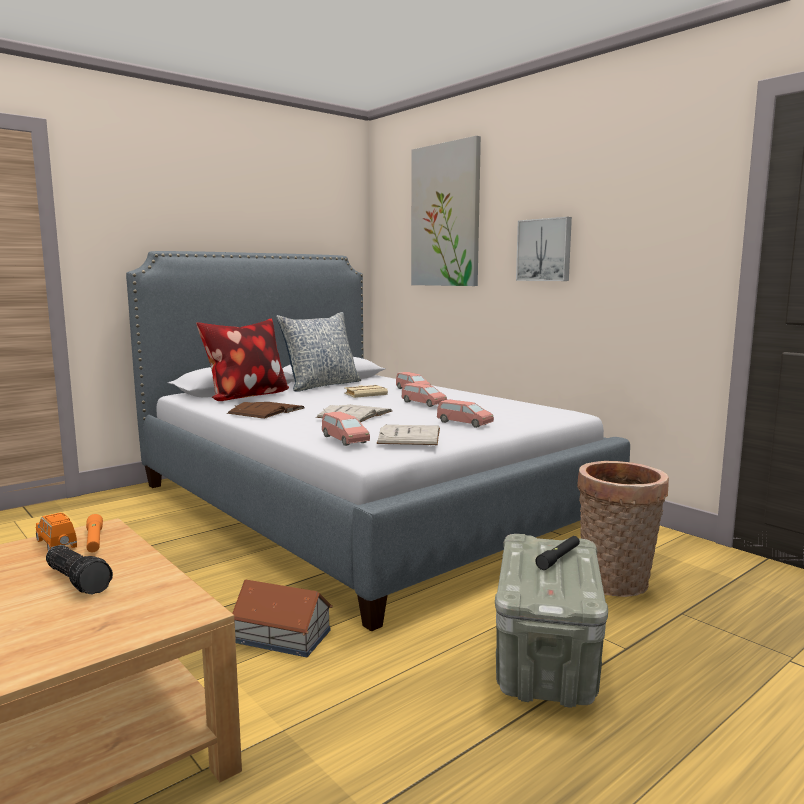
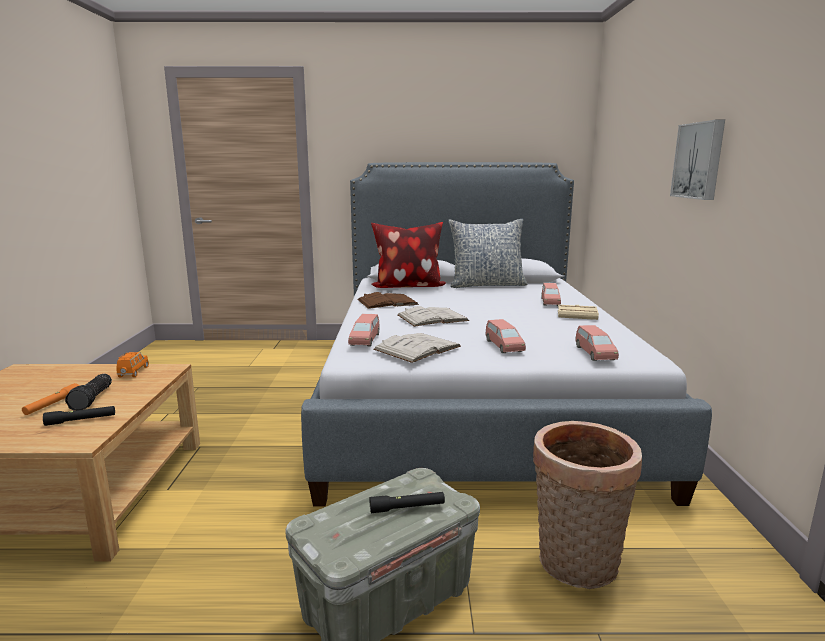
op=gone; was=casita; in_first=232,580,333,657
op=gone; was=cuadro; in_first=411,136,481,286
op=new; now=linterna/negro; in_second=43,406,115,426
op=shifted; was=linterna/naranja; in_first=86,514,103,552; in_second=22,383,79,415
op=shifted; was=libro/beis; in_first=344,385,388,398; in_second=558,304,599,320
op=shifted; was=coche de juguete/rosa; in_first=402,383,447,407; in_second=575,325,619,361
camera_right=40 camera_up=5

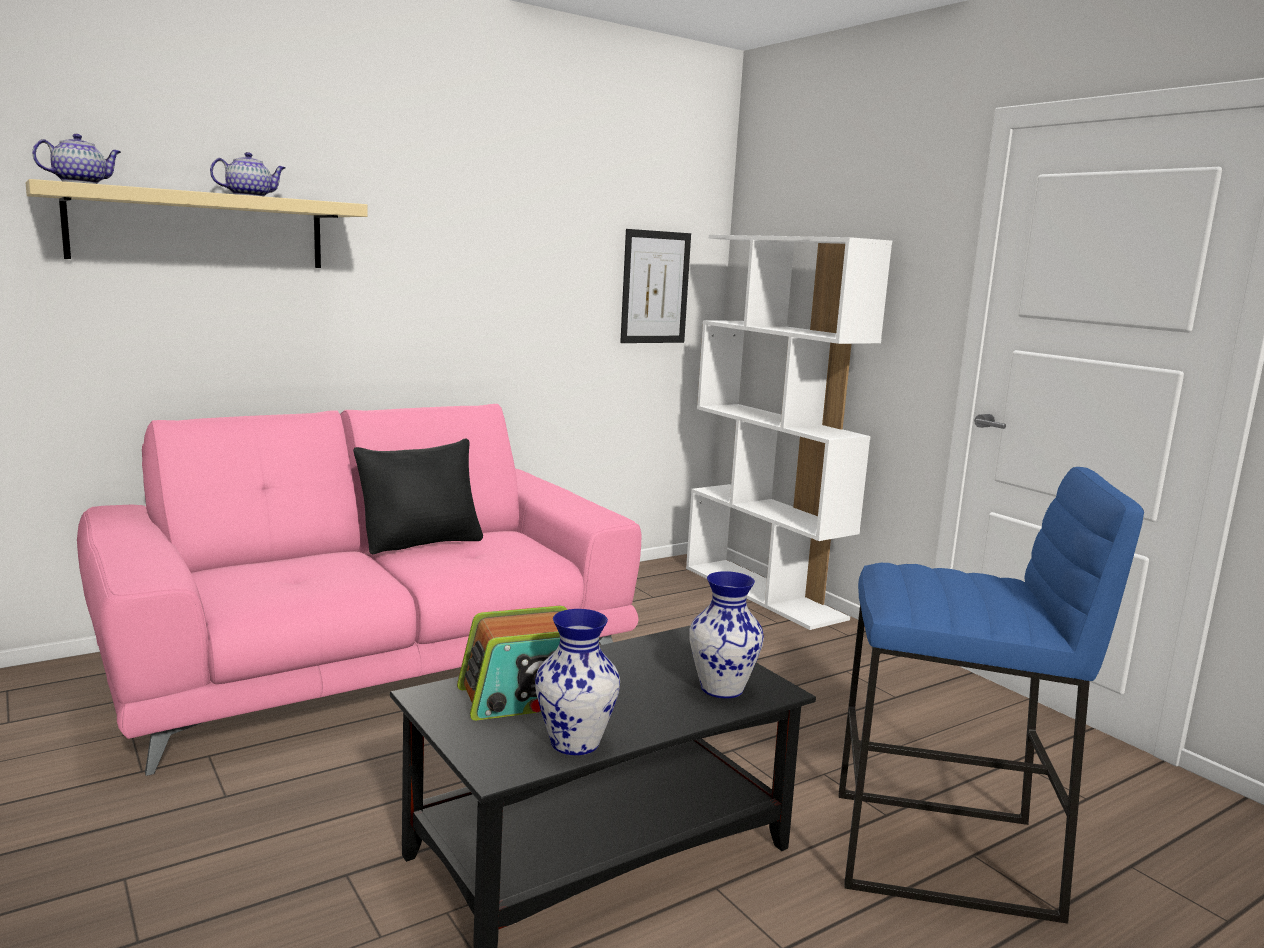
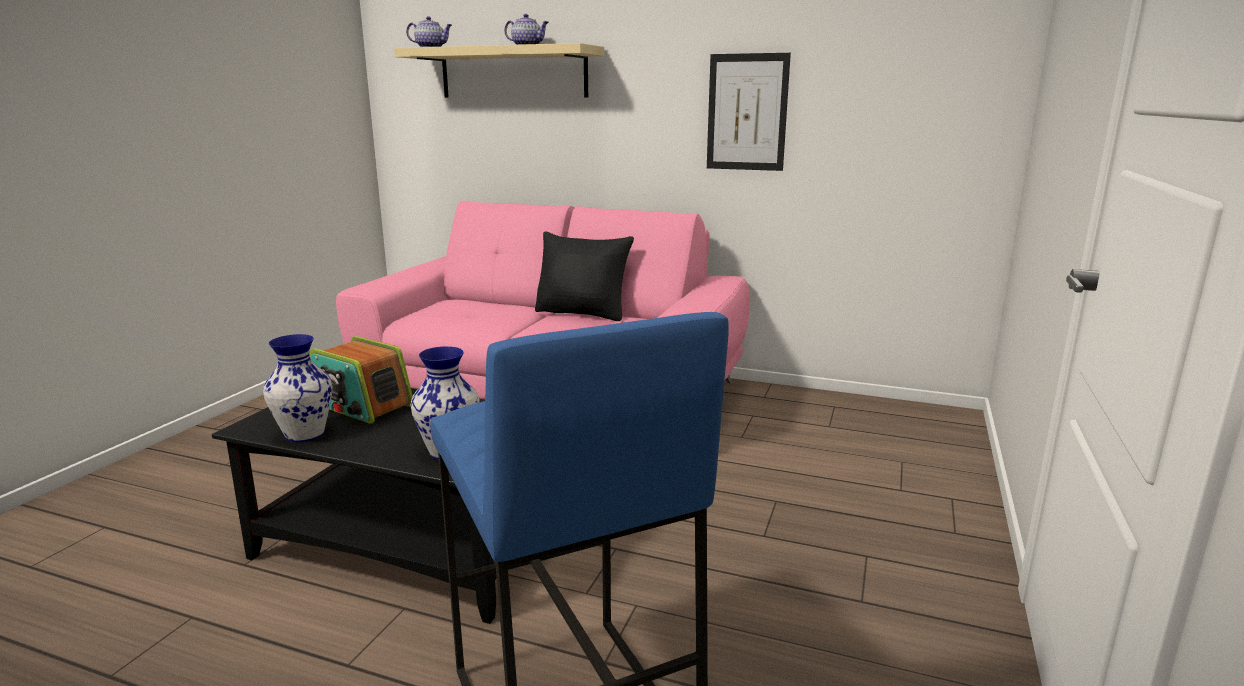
op=gone; was=estantería/blanco; in_first=686,235,892,630
op=shifted; was=cuadro; in_first=620,229,691,343; in_second=707,53,791,171
camera_right=55 camera_up=5

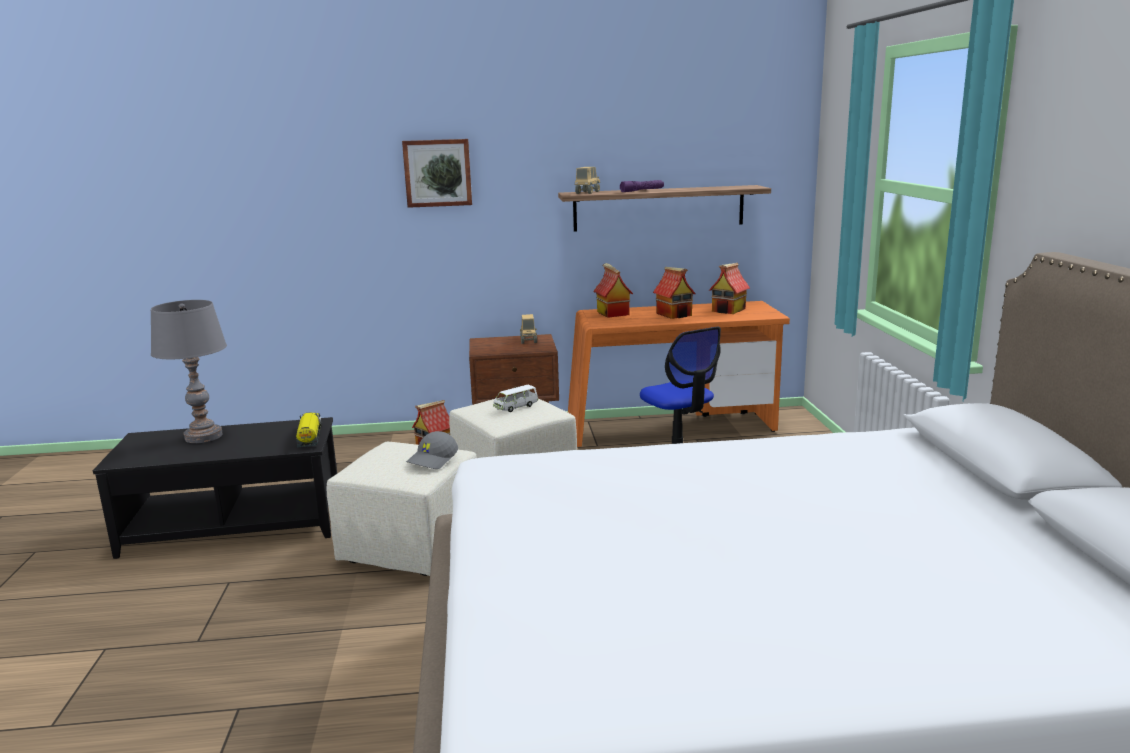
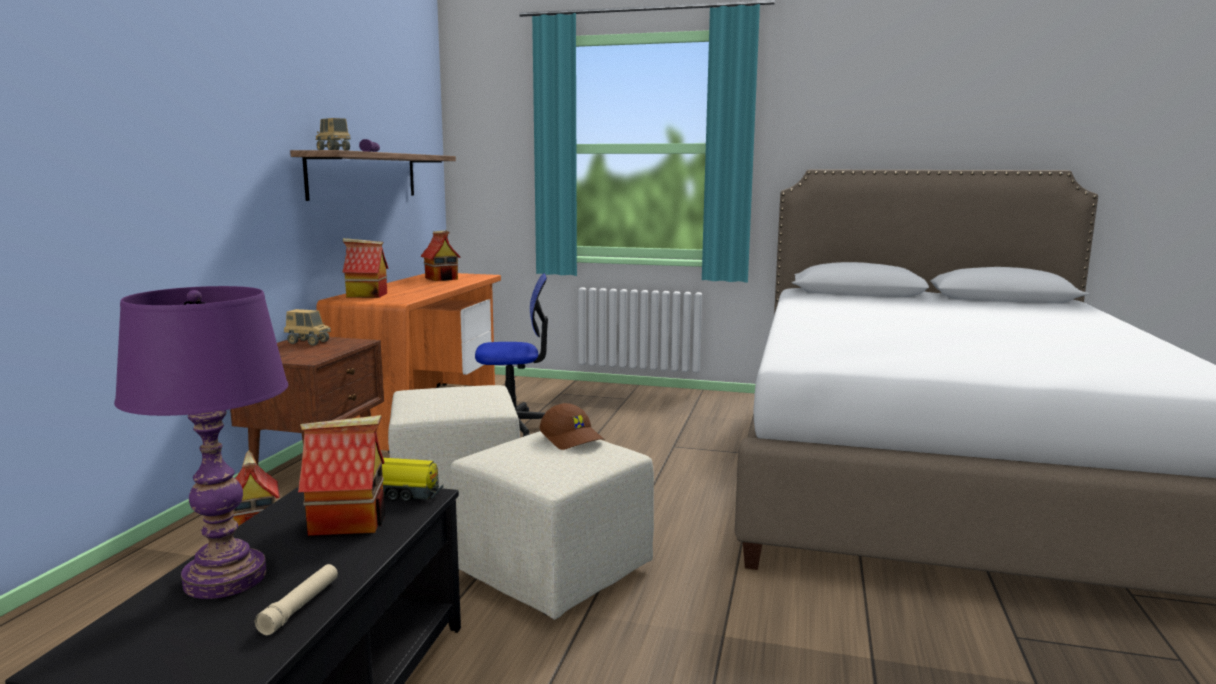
op=gone; was=cuadro; in_first=402,139,472,208
op=gone; was=coche de juguete/blanco; in_first=493,385,538,412
op=new; now=linterna/beis; in_second=254,564,338,636
op=shifted; was=casita; in_first=653,267,695,319; in_second=298,415,385,536
op=repainted; was=lámpara de mesa/gris; now=lámpara de mesa/morado; in_first=151,300,227,443; in_second=114,286,288,599
op=repainted; was=gorra/gris; now=gorra/marrón; in_first=406,431,458,469; in_second=539,403,605,450
camera_right=-70 camera_up=-5

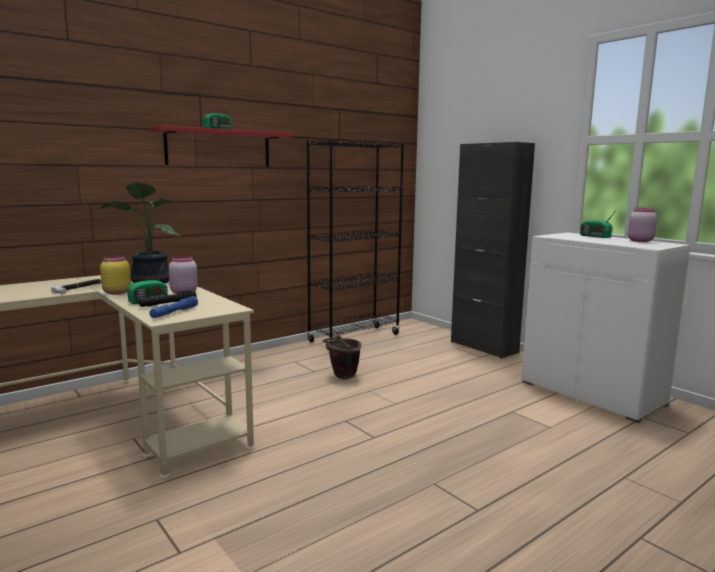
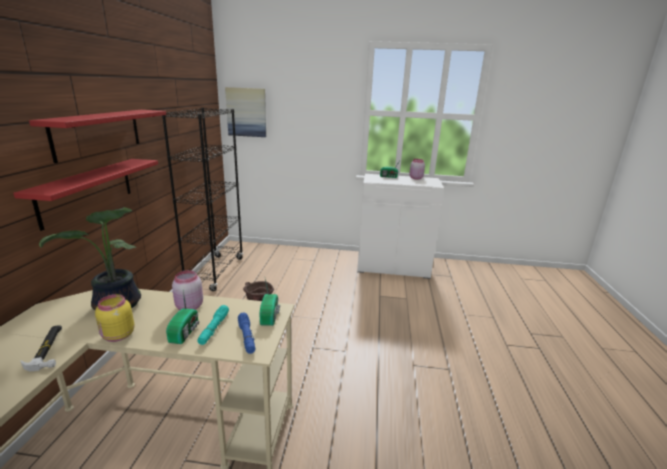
op=gone; was=armario/negro; in_first=451,142,535,359
op=new; now=estante/rojo; in_second=13,159,158,231
op=new; now=cuadro; in_second=225,87,266,137
op=shifted; was=radio; in_first=203,105,232,129; in_second=260,279,280,326
op=repainted; was=linterna/negro; now=linterna/turquesa; in_first=139,291,197,307; in_second=197,305,229,345
camera_right=-45 camera_up=10

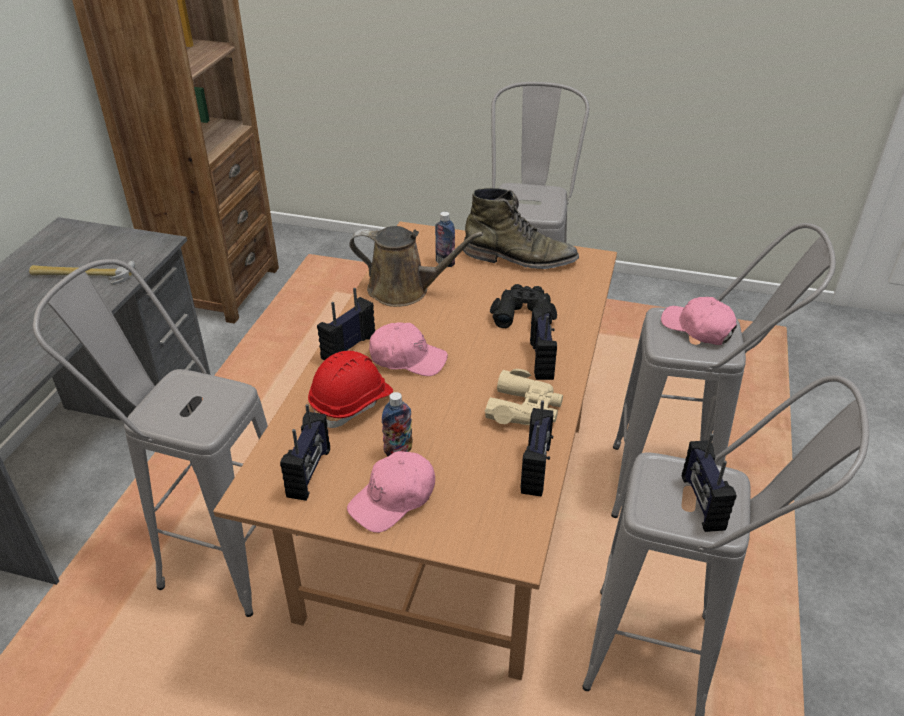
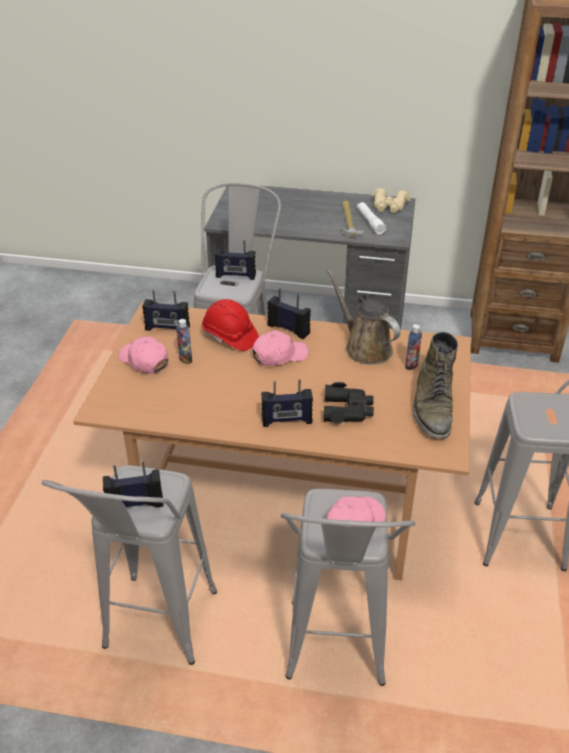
op=new; now=linterna/blanco; in_second=357,202,386,234
op=shifted; was=prismáticos/beis; in_first=485,369,563,425; in_second=371,188,410,213
op=shifted; was=radio; in_first=521,401,553,497; in_second=215,239,256,280
op=rotated; was=regadera/marrón; in_first=349,226,483,307; in_second=327,269,401,365; clockwise=135
op=rotated; was=gorra/rosa; in_first=369,322,448,376; in_second=252,330,308,366; clockwise=-120
camera_right=85 camera_up=0

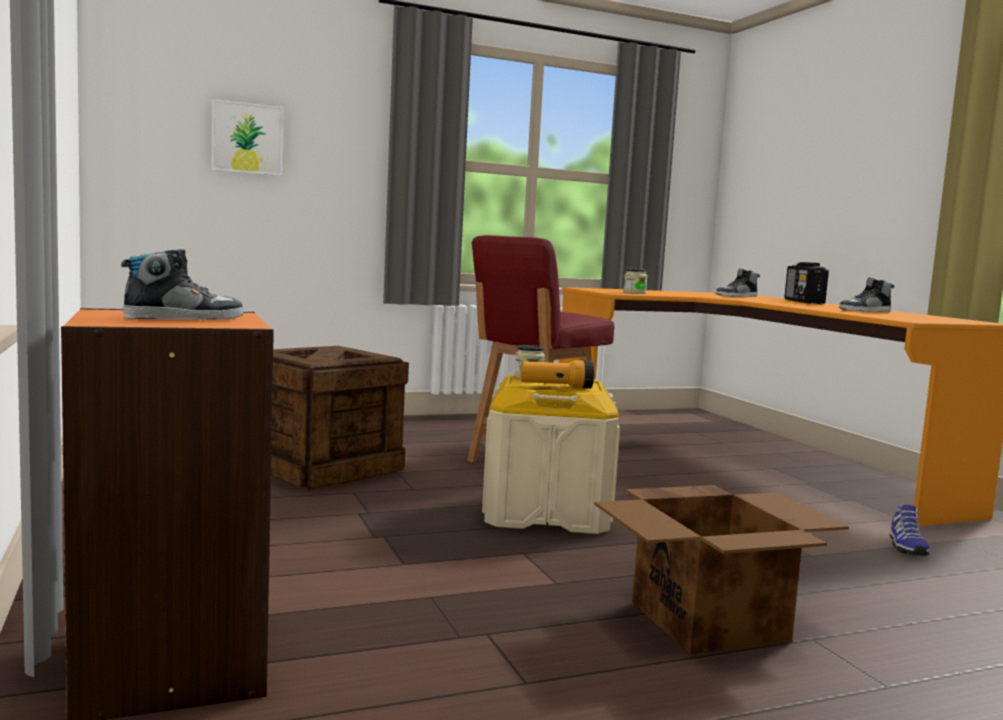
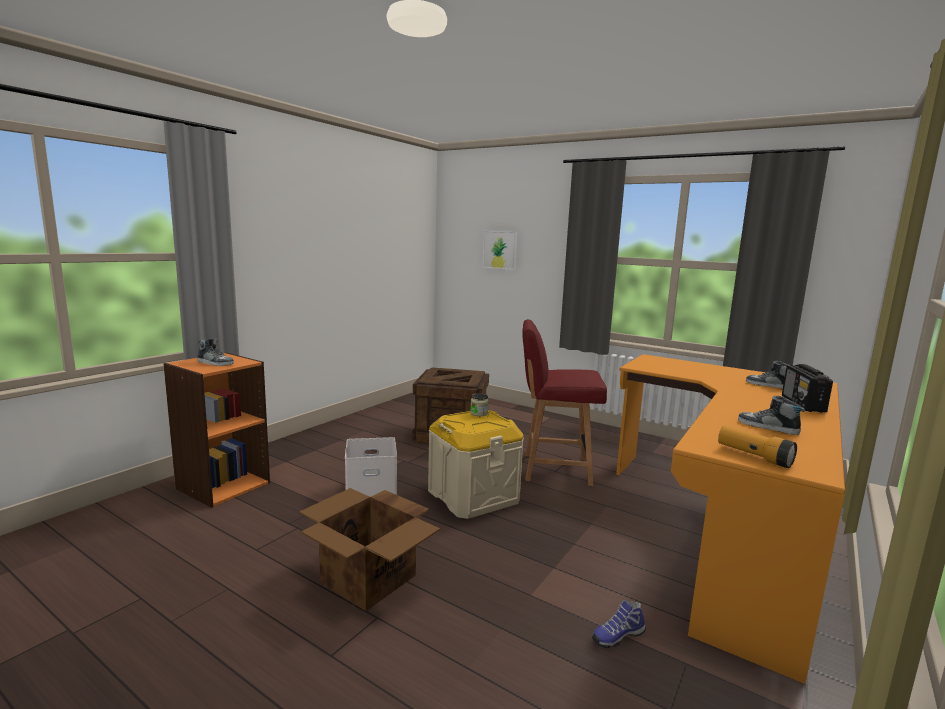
op=gone; was=tarro; in_first=623,268,647,294
op=new; now=caja de almacenaje/blanco; in_second=345,437,397,497
op=shifted; was=linterna; in_first=520,360,594,388; in_second=718,425,797,468
op=rotated; was=radio; in_first=784,262,829,304; in_second=782,364,833,413; clockwise=-45
camera_right=55 camera_up=5

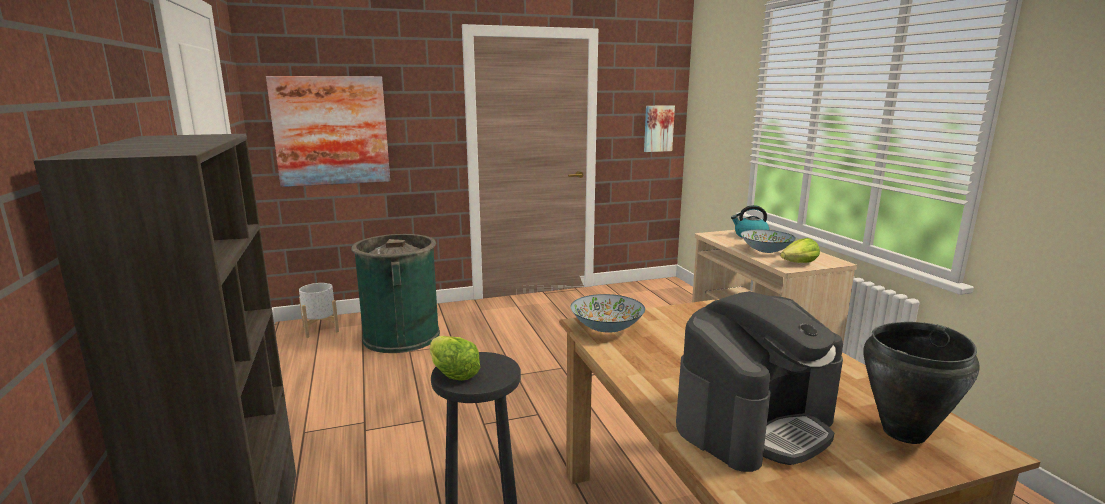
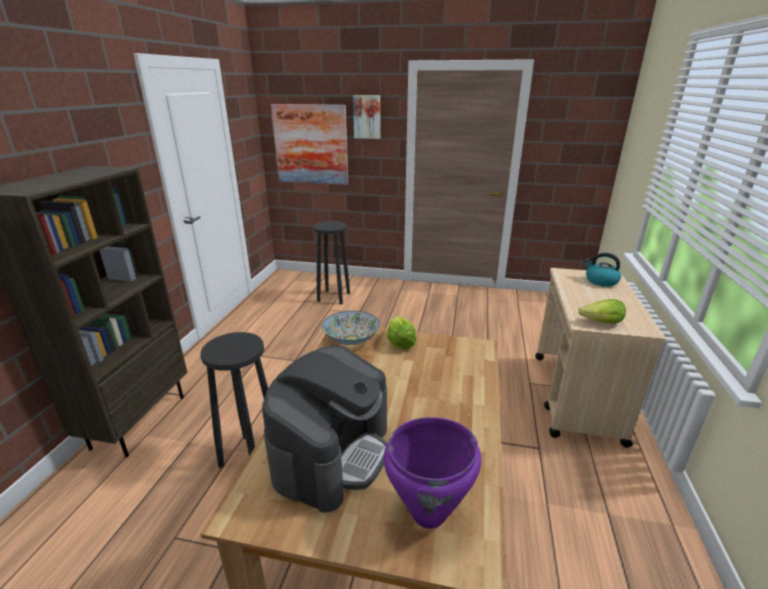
op=gone; was=maceta/blanco; in_first=299,283,339,338
op=gone; was=cuenco; in_first=741,230,796,253
op=shifted; was=lechuga; in_first=430,336,481,381; in_second=387,316,417,349
op=shifted; was=cuadro; in_first=644,105,675,152; in_second=353,95,380,139
op=swapped; was=papelera/verde; now=taburete/negro; in_first=351,234,440,353; in_second=314,221,350,304
op=repainted; was=olla/negro; now=olla/morado; in_first=864,322,979,444; in_second=383,417,481,529
op=rotated; was=cafetera; in_first=676,291,843,472; in_second=262,346,387,513; clockwise=-60
camera_right=30 camera_up=10

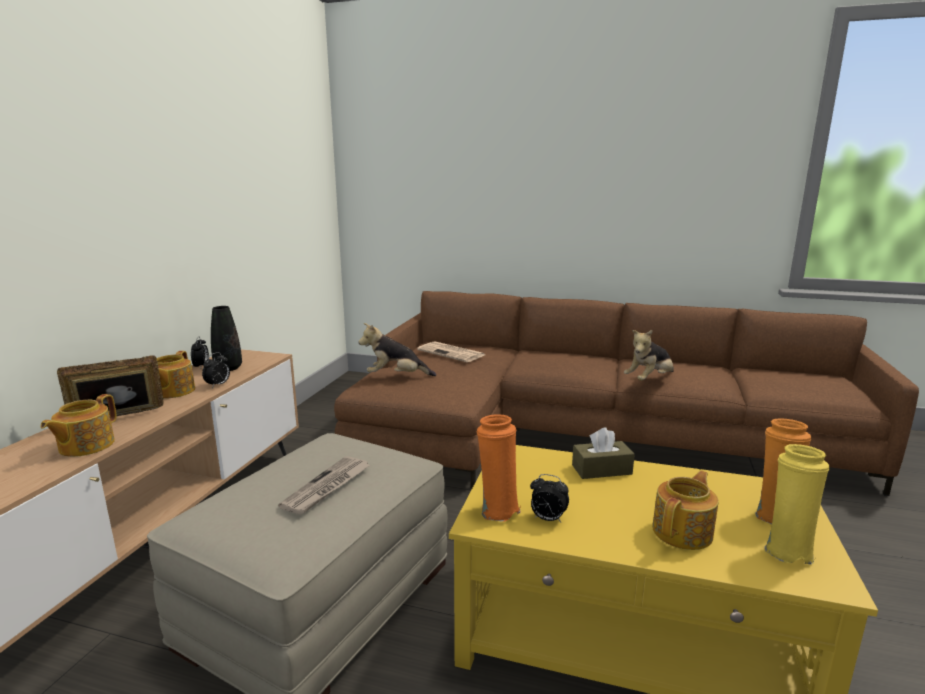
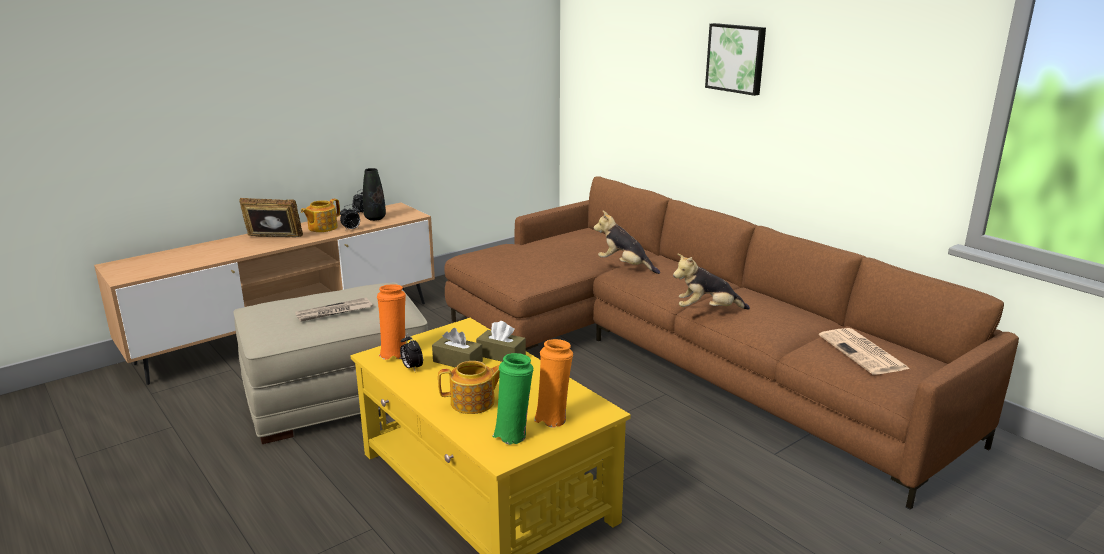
op=gone; was=tetera; in_first=40,394,117,457
op=new; now=caja de pañuelos/marrón; in_second=432,328,483,368
op=new; now=cuadro; in_second=705,23,766,96
op=shifted; was=peluche; in_first=359,323,436,376; in_second=594,211,660,274
op=shifted; was=periódico; in_first=417,341,485,362; in_second=819,328,910,375
op=repainted; was=florero/amarillo; now=florero/verde; in_first=765,444,829,564; in_second=492,353,533,445
camera_right=35 camera_up=5

